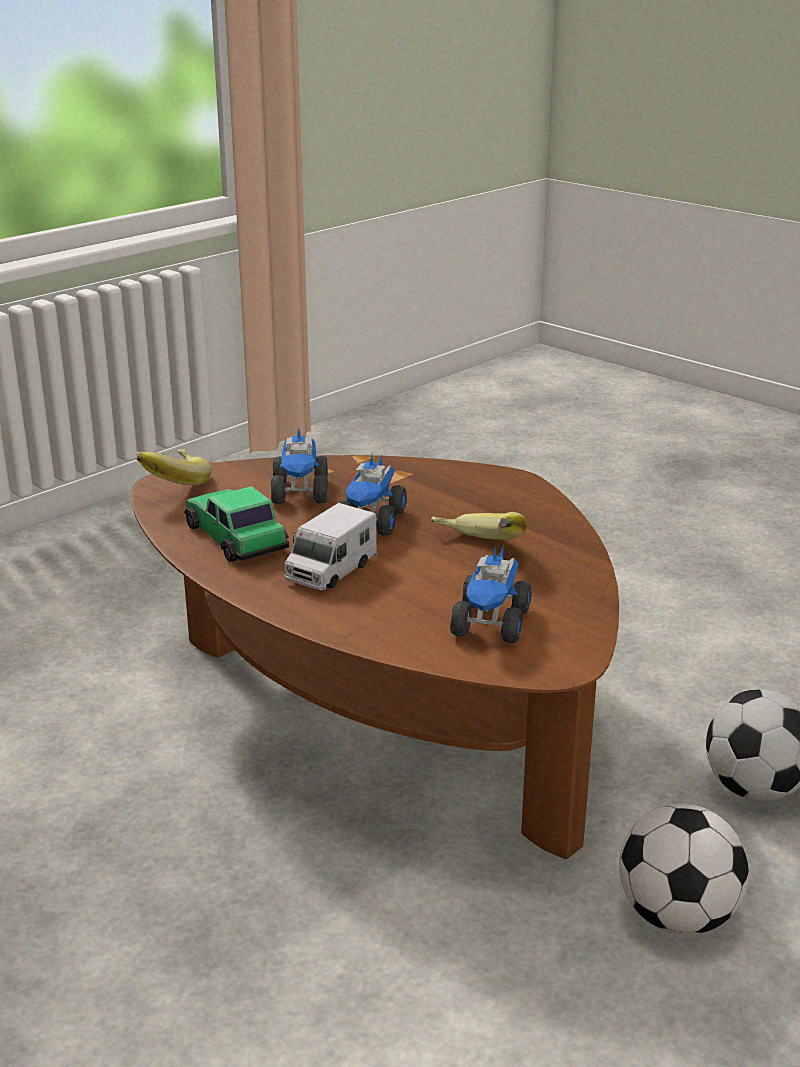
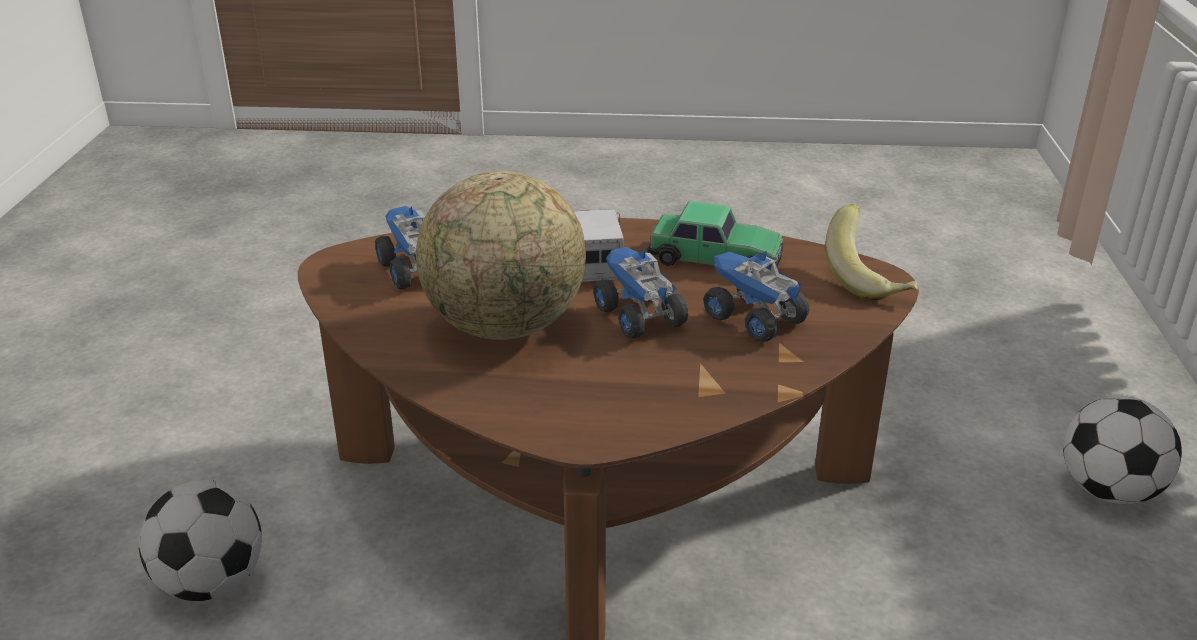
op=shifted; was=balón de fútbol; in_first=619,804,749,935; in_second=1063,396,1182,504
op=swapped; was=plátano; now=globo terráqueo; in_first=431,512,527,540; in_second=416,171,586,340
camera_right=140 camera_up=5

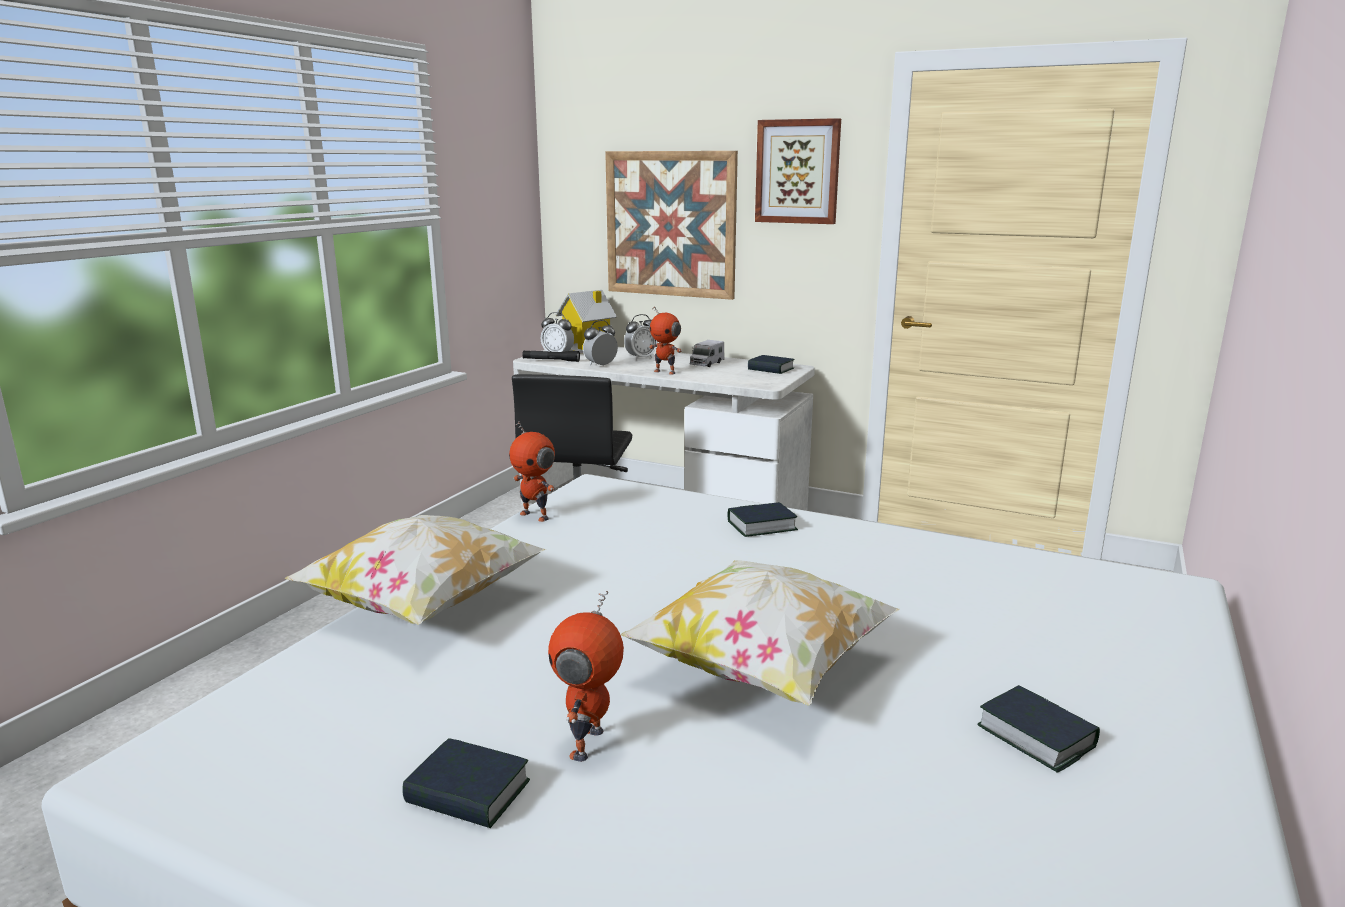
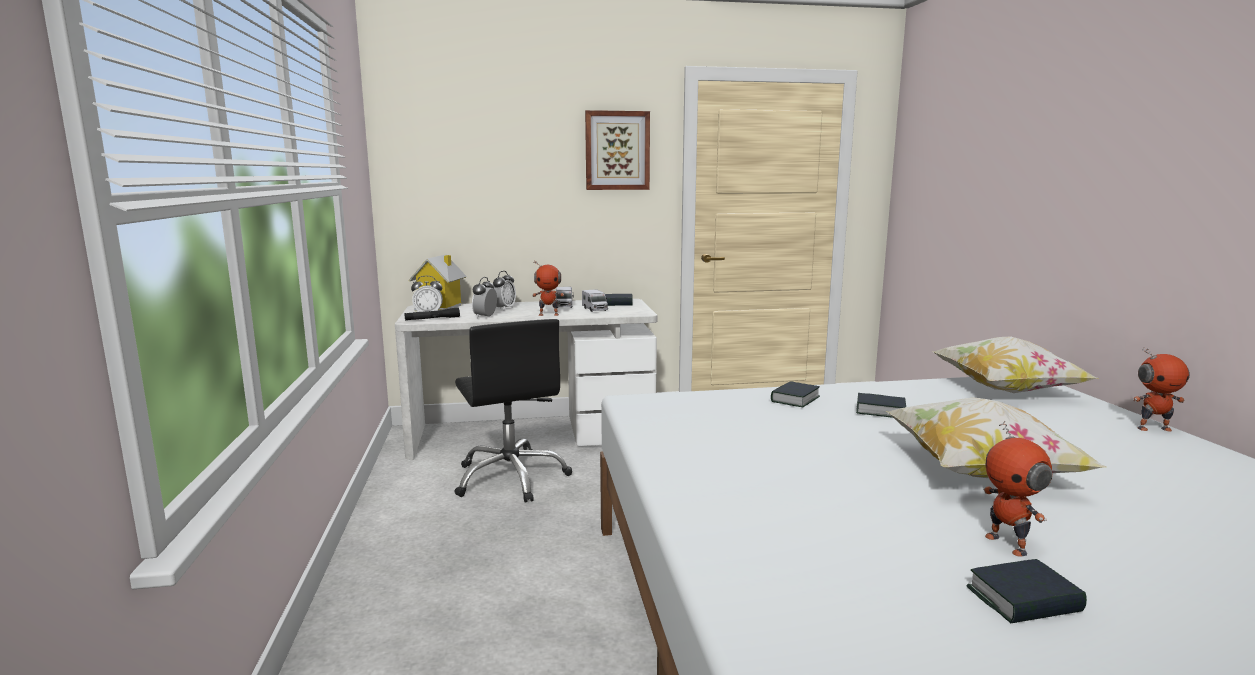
op=gone; was=cuadro; in_first=605,151,738,300
op=new; now=camión de juguete; in_second=582,289,608,312
op=shifted; was=cojín; in_first=285,515,546,624; in_second=931,336,1097,393
op=shifted; was=robot de juguete; in_first=509,422,555,522; in_second=1132,347,1190,431
op=shifted; was=libro; in_first=977,685,1100,773; in_second=856,393,906,418
camera_right=-35 camera_up=-5

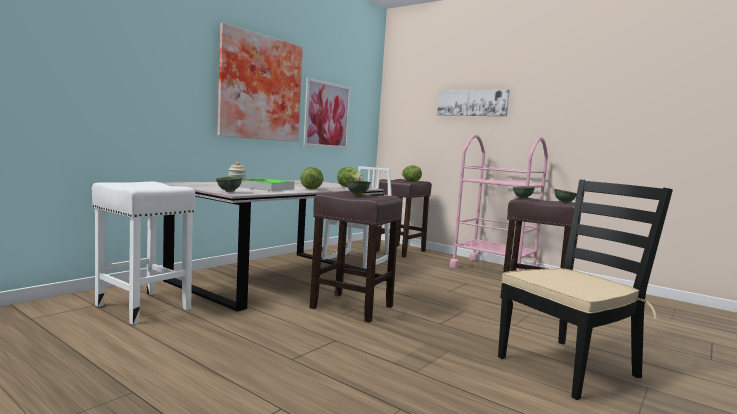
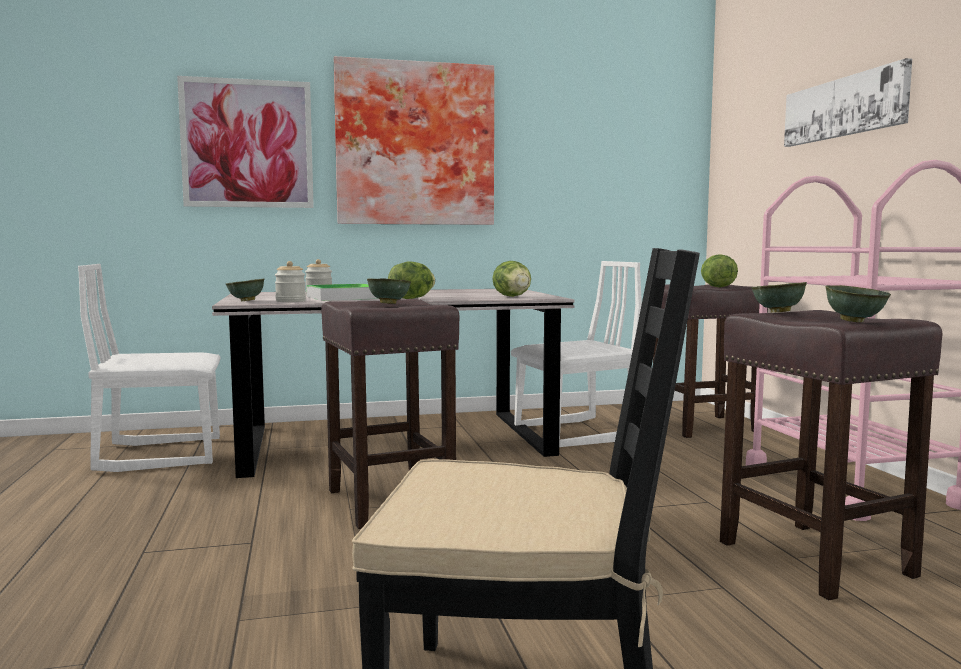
op=new; now=tarro; in_second=275,261,306,302
op=shifted; was=cuadro; in_first=303,77,351,149; in_second=177,76,314,208
op=swapped; was=taburete/blanco; now=silla/blanco; in_first=92,181,195,325; in_second=78,264,221,472
camera_right=40 camera_up=0

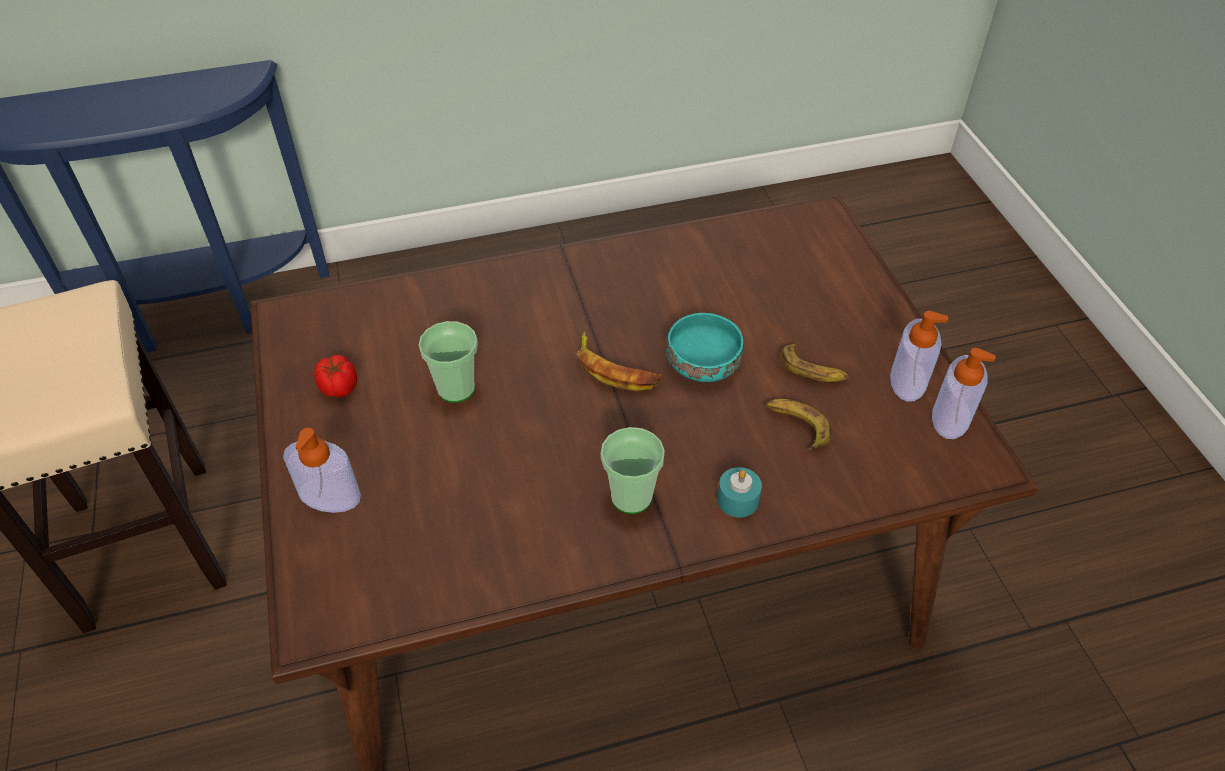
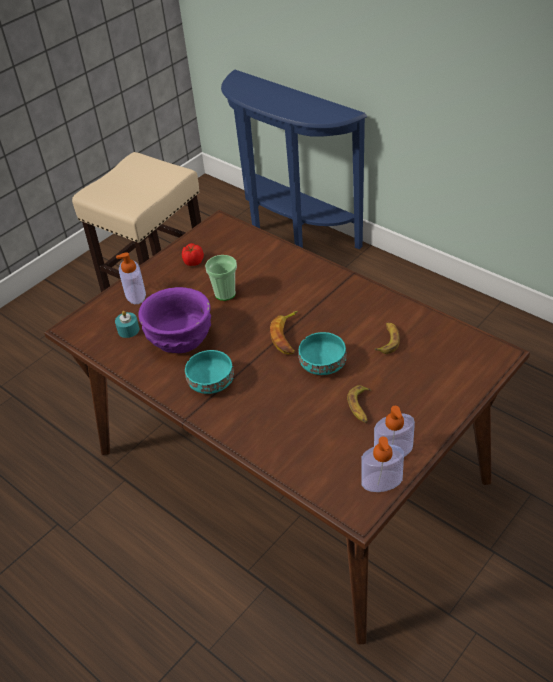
op=new; now=cuenco/morado; in_second=138,287,211,353
op=shifted; was=vela/turquesa; in_first=717,467,762,518; in_second=115,311,139,338
op=shifted; was=plátano; in_first=766,399,831,450; in_second=374,322,400,354
op=swapped; was=taza; now=cuenco/turquesa; in_first=601,427,665,514; in_second=185,350,234,394
camera_right=60 camera_up=-5

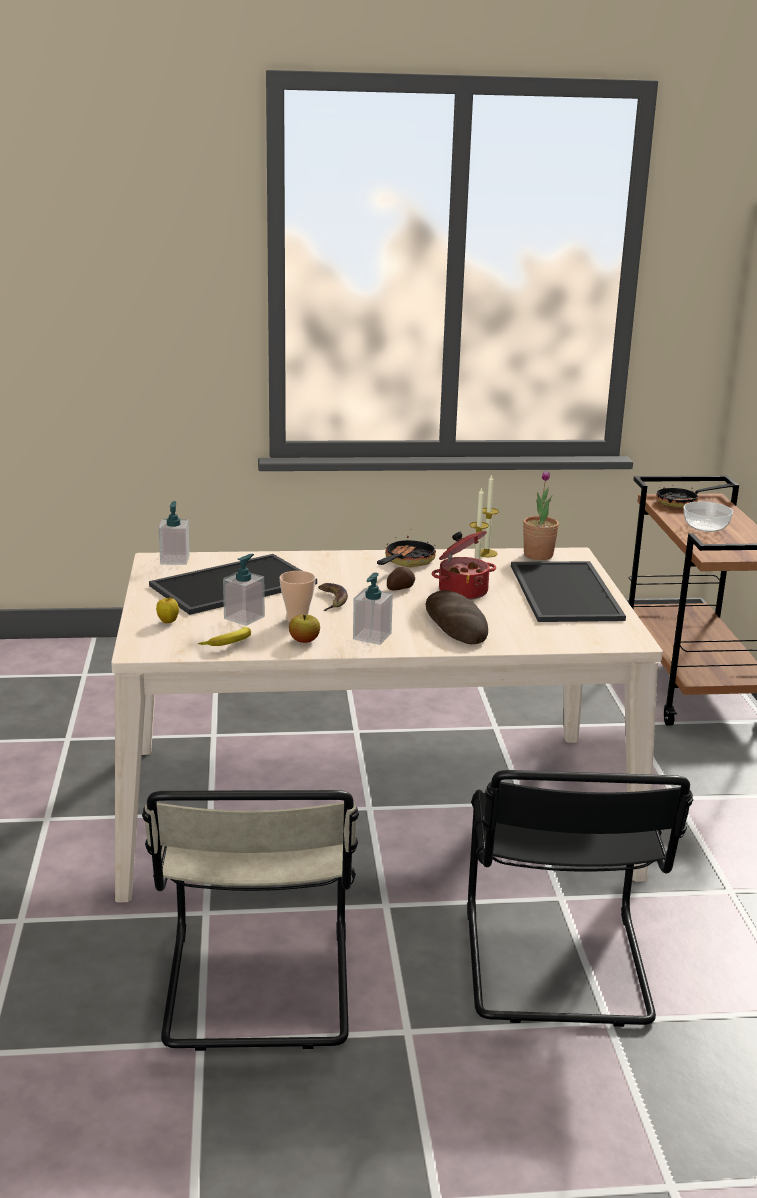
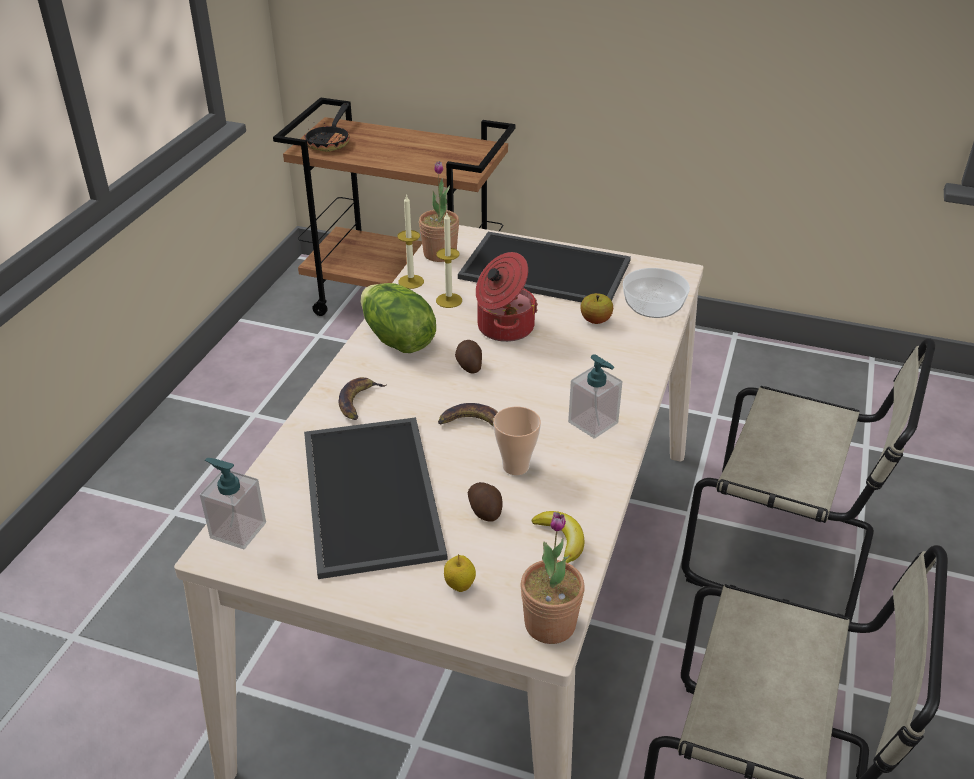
op=gone; was=pan; in_first=426,590,488,644
op=new; now=plátano; in_second=338,377,387,420
op=new; now=planta en maceta; in_second=520,512,585,644
op=shifted; was=manzana; in_first=289,615,320,643; in_second=581,293,613,324
op=shifted; was=cuenco; in_first=683,501,733,532; in_second=623,268,690,318
op=swapped; was=dispensador de jabón; now=patata; in_first=223,554,265,626; in_second=468,482,502,521
op=swapped; was=sartén; now=lechuga; in_first=377,536,436,567; in_second=361,283,436,353
op=repainted; was=silla/negro; now=silla/beis; in_first=467,770,693,1027; in_second=682,338,935,622
camera_right=-65 camera_up=15

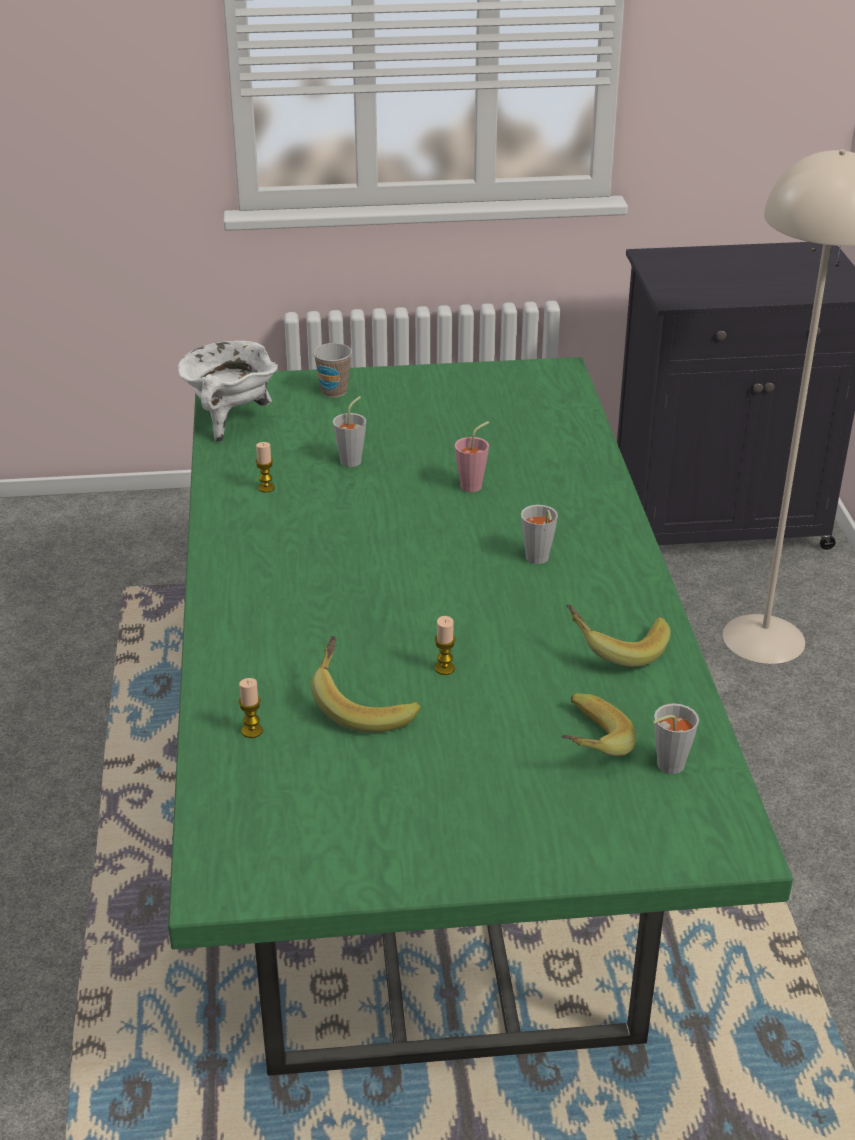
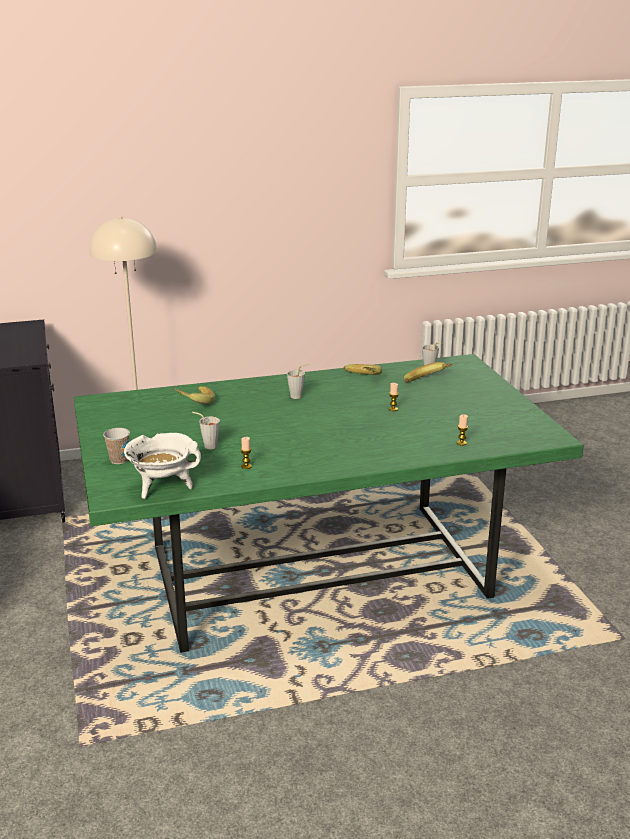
op=gone; was=taza/rosa; in_first=455,421,489,492
op=shifted; was=plátano; in_first=311,636,421,732; in_second=173,386,215,404
camera_right=-100 camera_up=-10

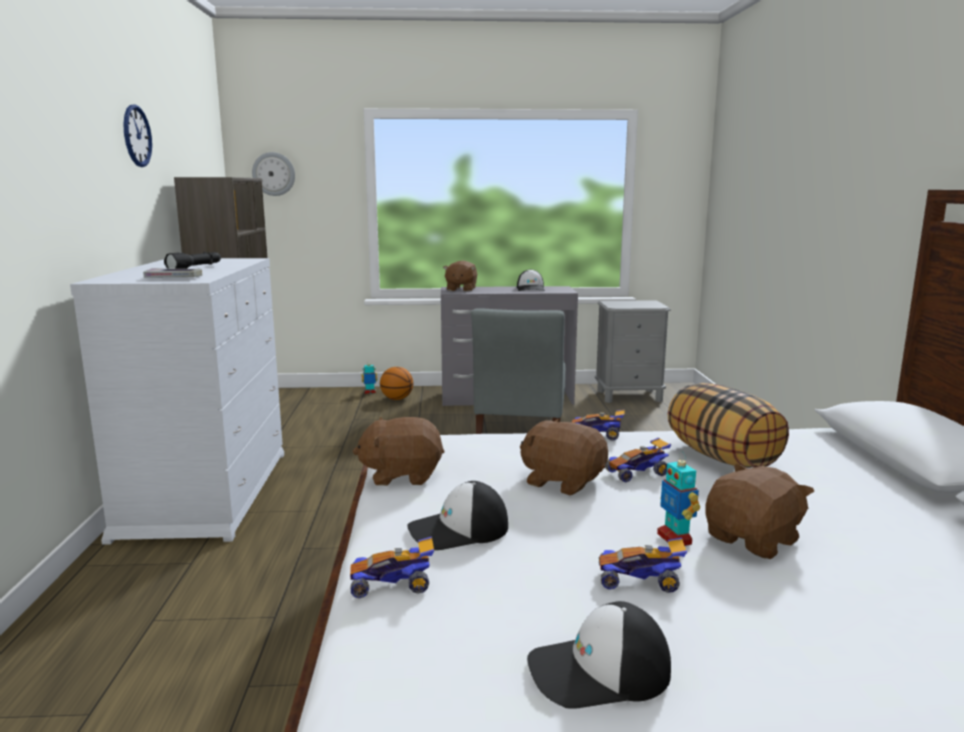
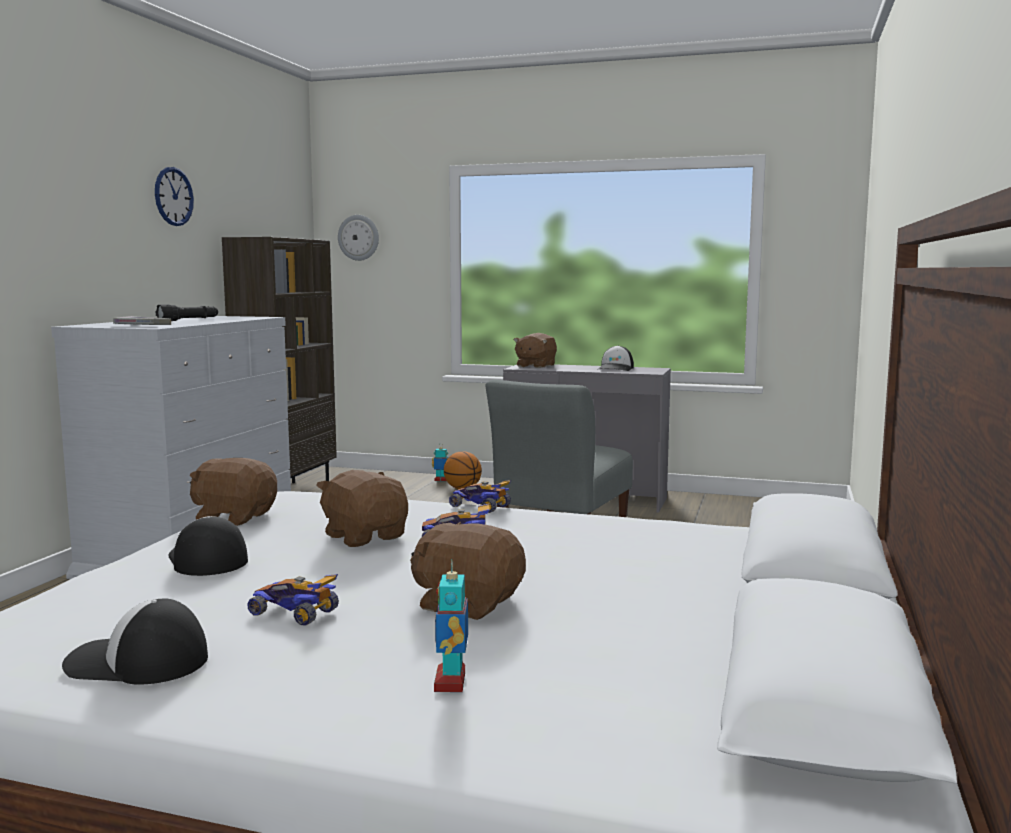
op=gone; was=coche de juguete; in_first=350,536,434,598
op=gone; was=mesita de noche/gris; in_first=595,300,671,403
op=gone; was=cojín; in_first=667,383,789,468
op=shifted; was=robot de juguete; in_first=657,452,700,546; in_second=434,560,468,692
op=rotated; was=gorra; in_first=407,481,508,550; in_second=168,516,248,576; clockwise=60
op=rotated; was=peluche/marrón; in_first=705,464,814,559; in_second=410,522,526,620; clockwise=-135
camera_right=20 camera_up=-5

